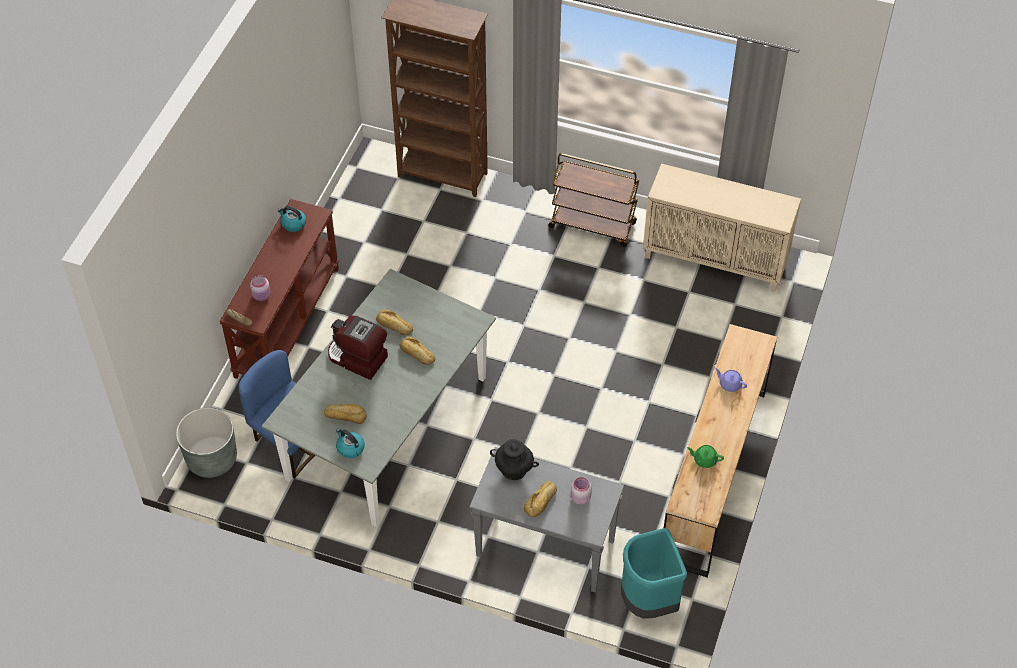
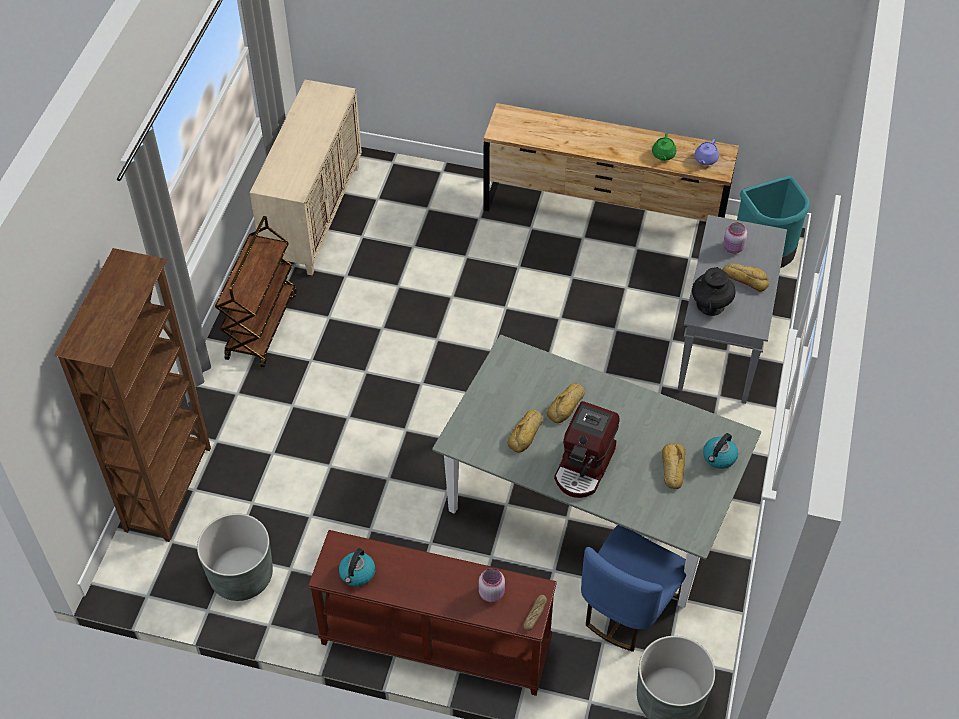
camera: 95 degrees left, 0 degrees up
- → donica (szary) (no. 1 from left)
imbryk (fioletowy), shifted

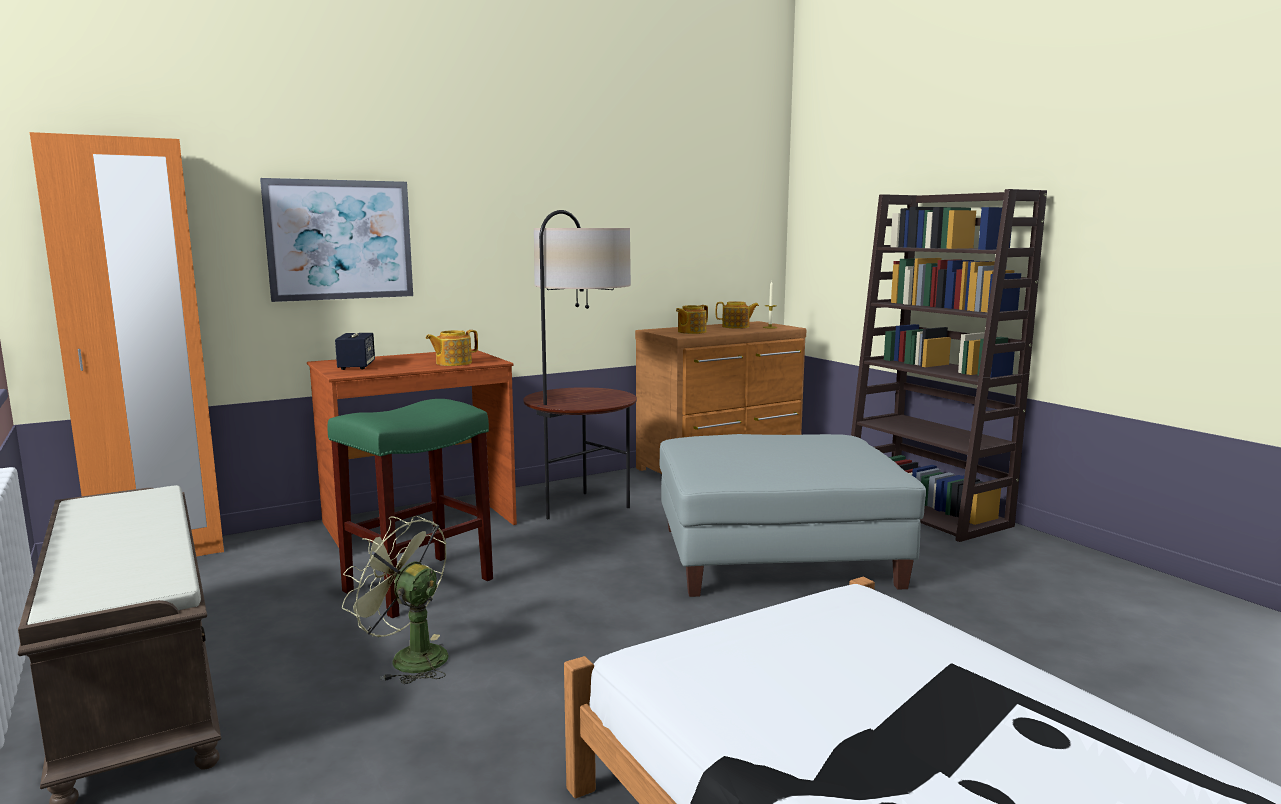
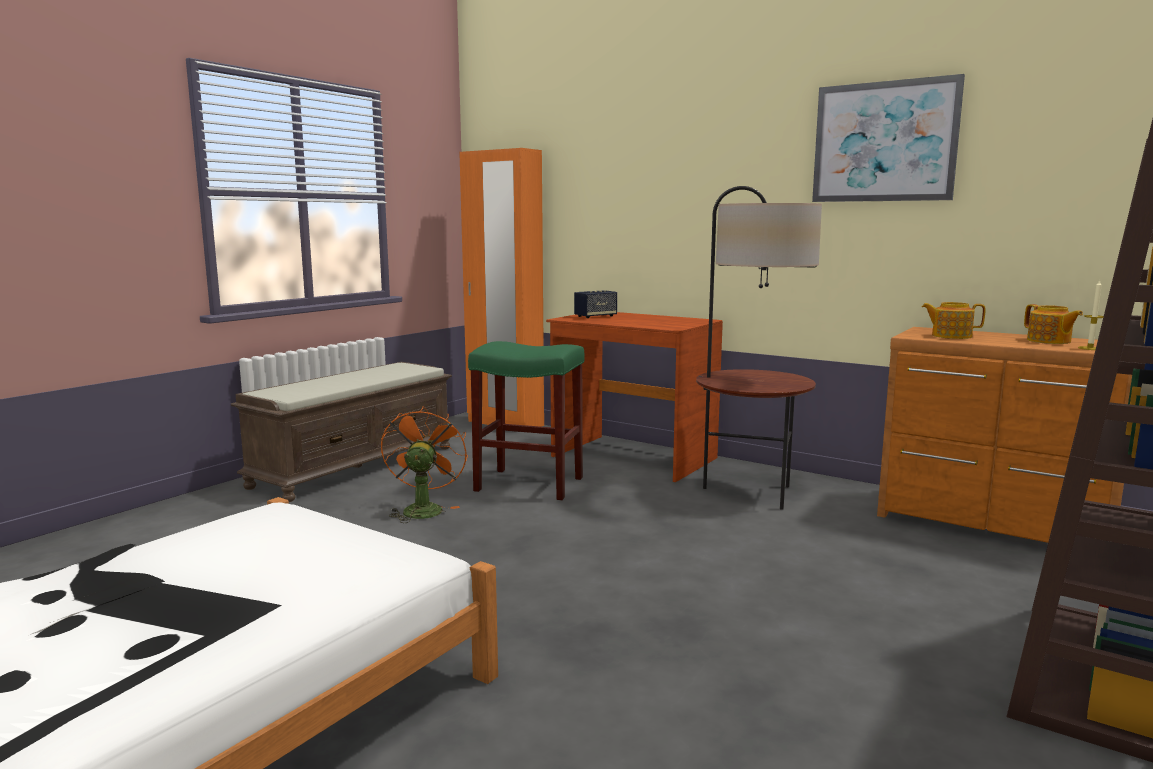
camera: 65 degrees right, 0 degrees up
imbryk (no. 1 from left) → -
pufa (szary) → -
obraz, shifted
wentylator (zielony) → wentylator (pomarańczowy)

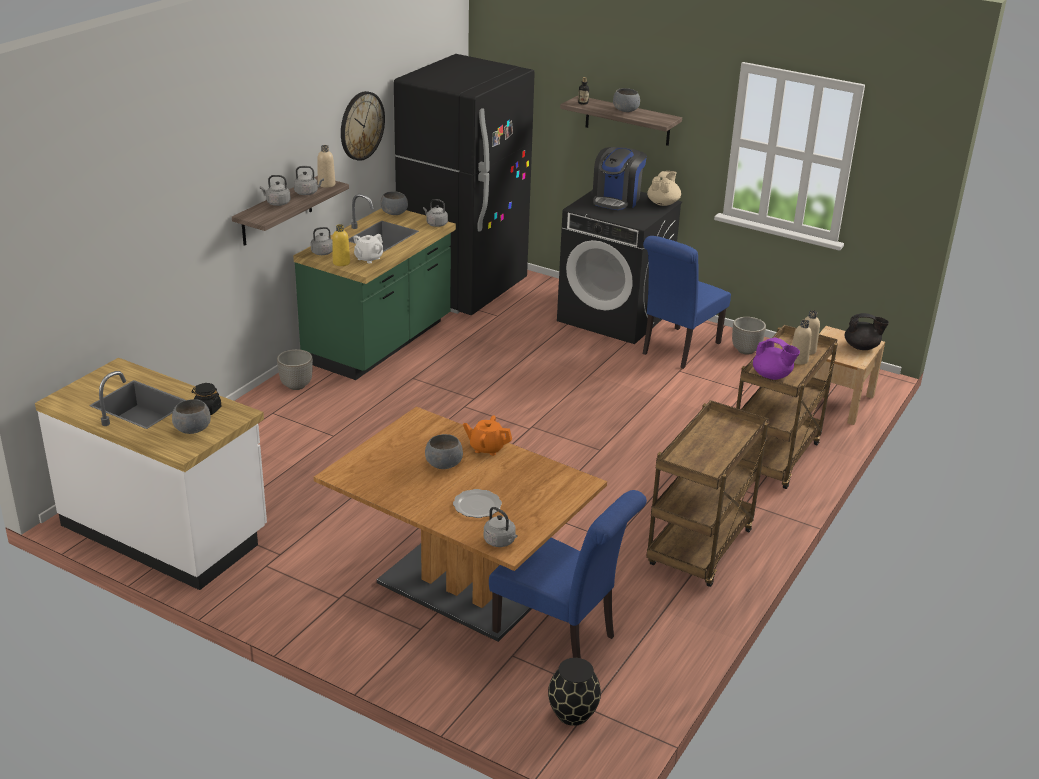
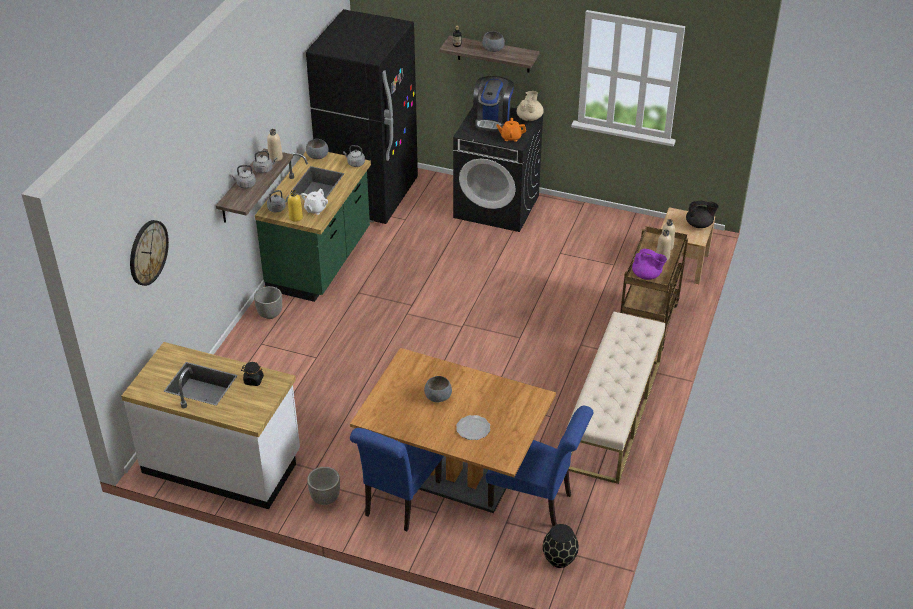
camera: 10 degrees left, 10 degrees up
miska (szary) (no. 1 from left) → -
czajnik (szary) (no. 5 from left) → -
zegar ścienny, shifted
imbryk (pomarańczowy), shifted
krzesło (niebieski) (no. 2 from left in the first image) → krzesło (niebieski) (no. 1 from left), shifted
donica (no. 2 from left), shifted
wózek (brązowy) (no. 1 from left) → ławka (beżowy)

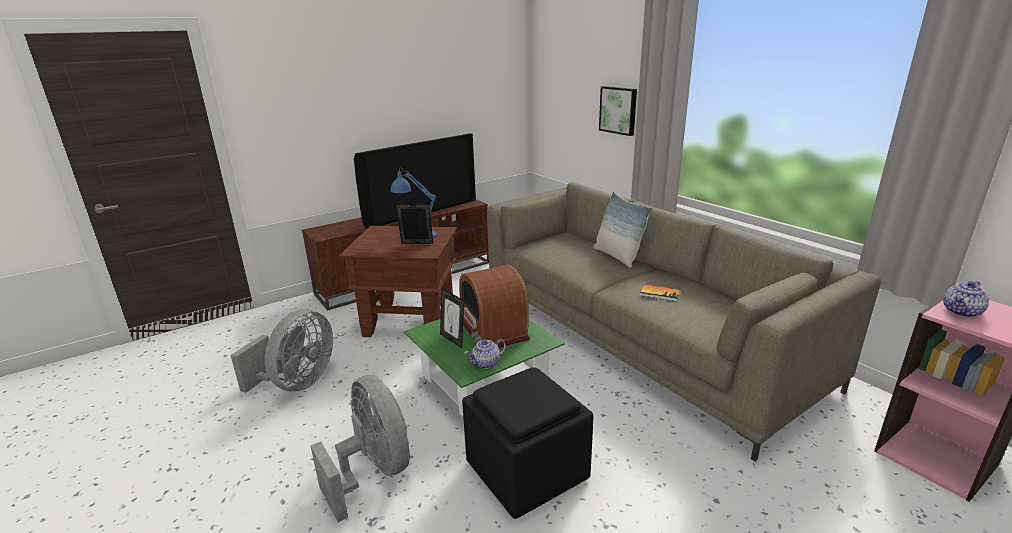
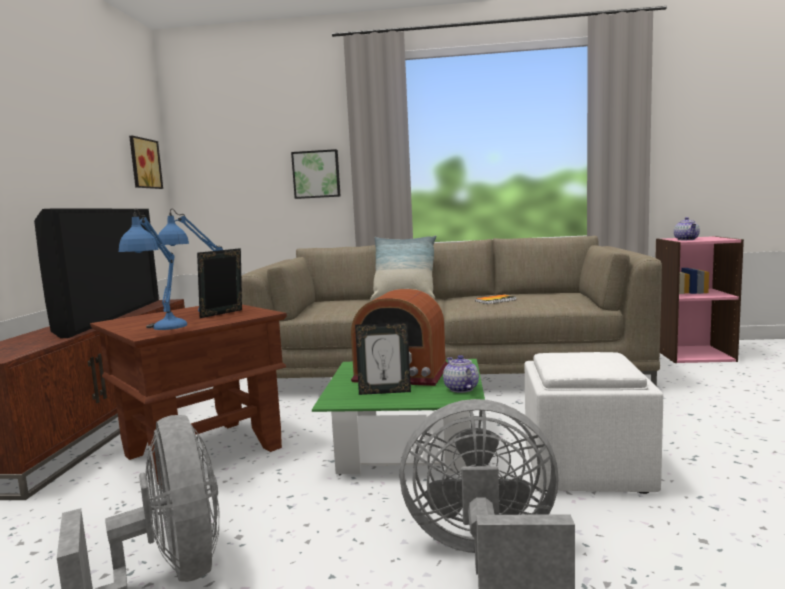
camera: 50 degrees left, 15 degrees down
- → lampa stołowa (niebieski) (no. 1 from left)
- → obraz (no. 1 from left)
pufa (czarny) → pufa (biały)
imbryk (no. 1 from left), 150 degrees clockwise

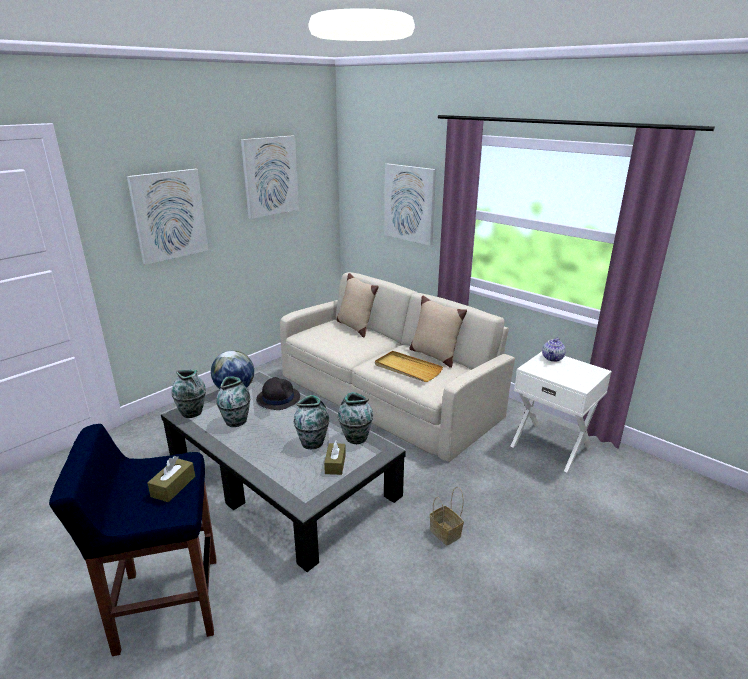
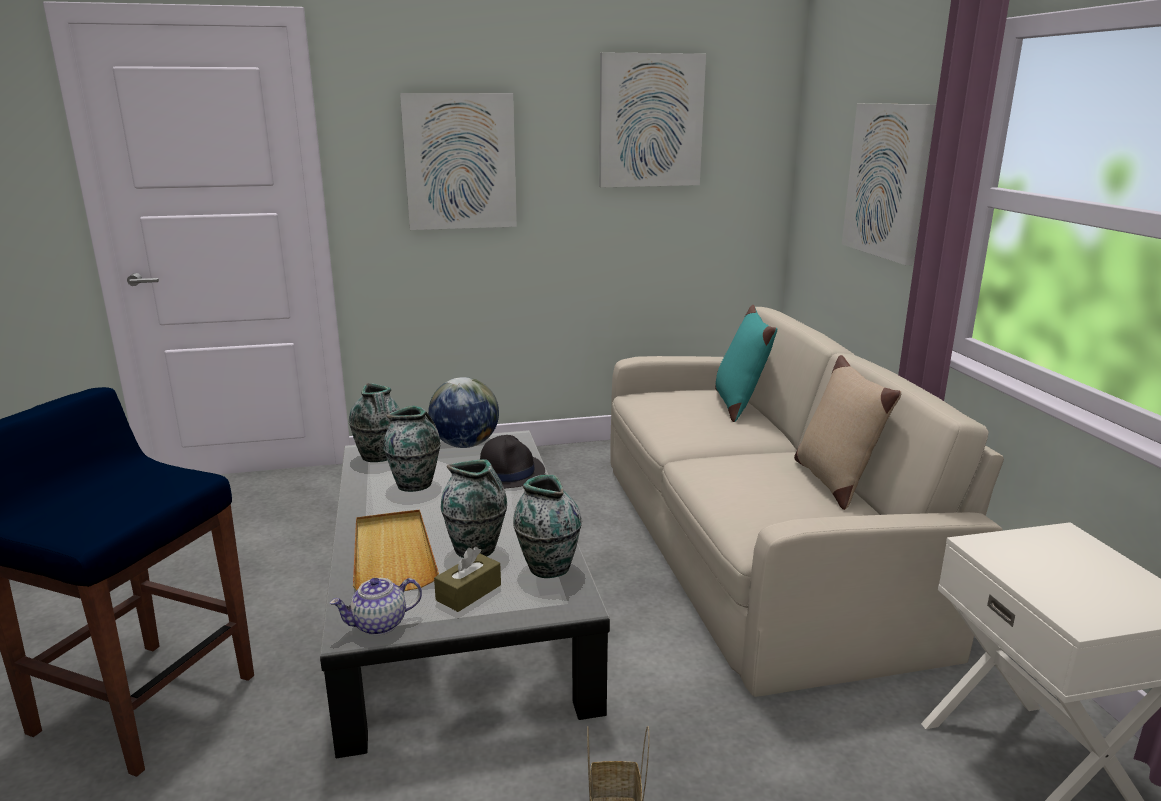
camera: 35 degrees right, 5 degrees down
pudełko chusteczek (brązowy) (no. 1 from left) → -
taca (beżowy), shifted
imbryk, shifted
poduszka (beżowy) (no. 1 from left) → poduszka (turkusowy)

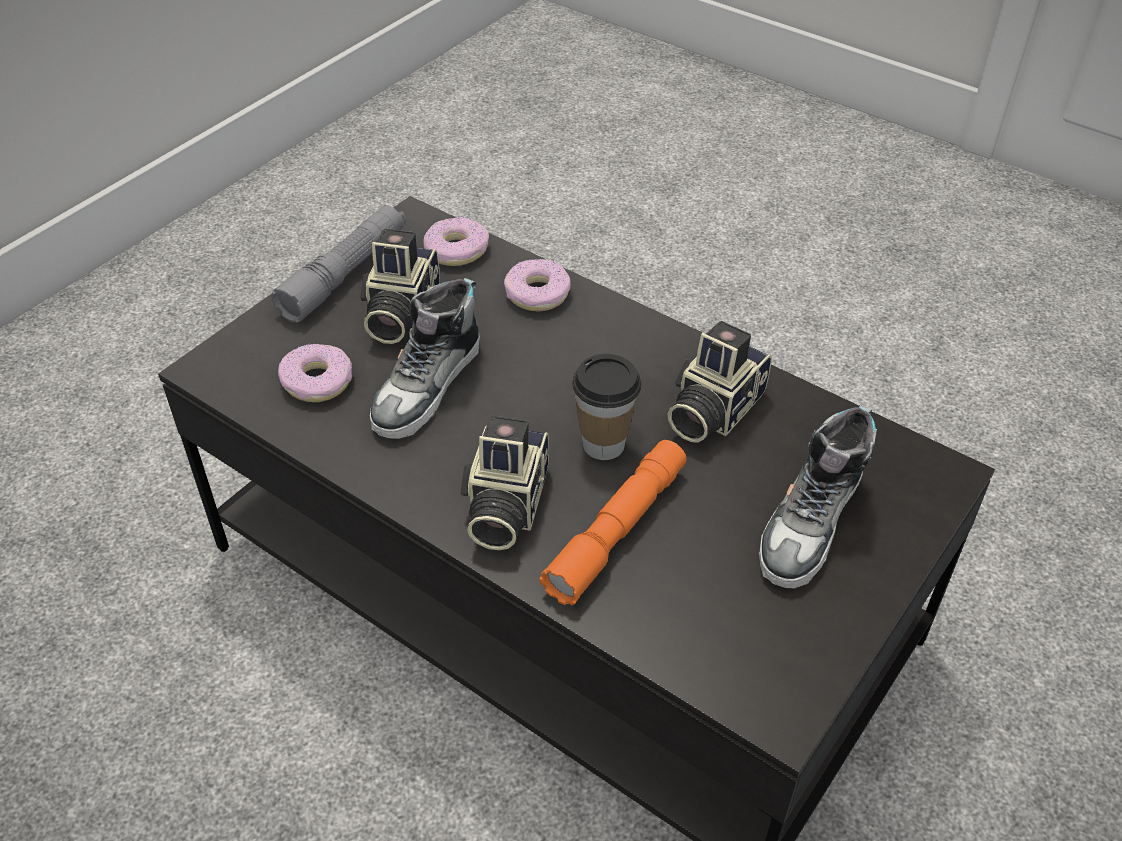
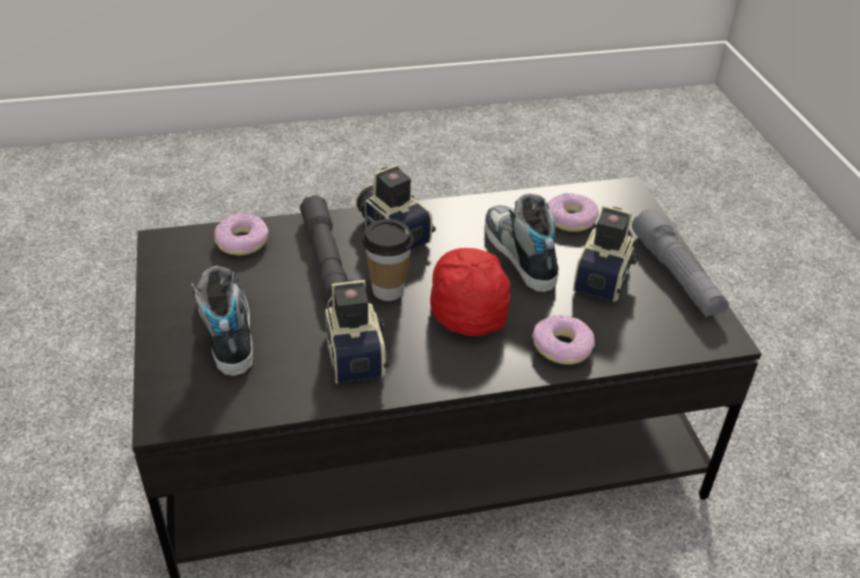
camera: 130 degrees right, 5 degrees down
- → czapka z daszkiem (czerwony)
donut (no. 2 from left in the first image) → donut (no. 1 from left), shifted
latarka (pomarańczowy) → latarka (szary) (no. 1 from left)
aparat fotograficzny (no. 1 from left in the first image) → aparat fotograficzny (no. 3 from left), 60 degrees clockwise

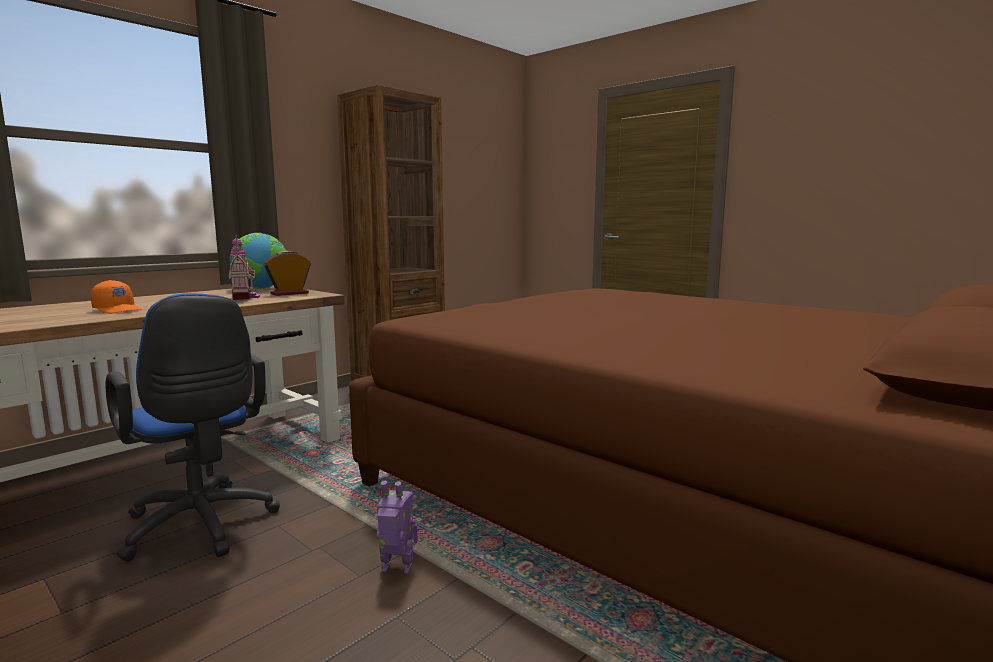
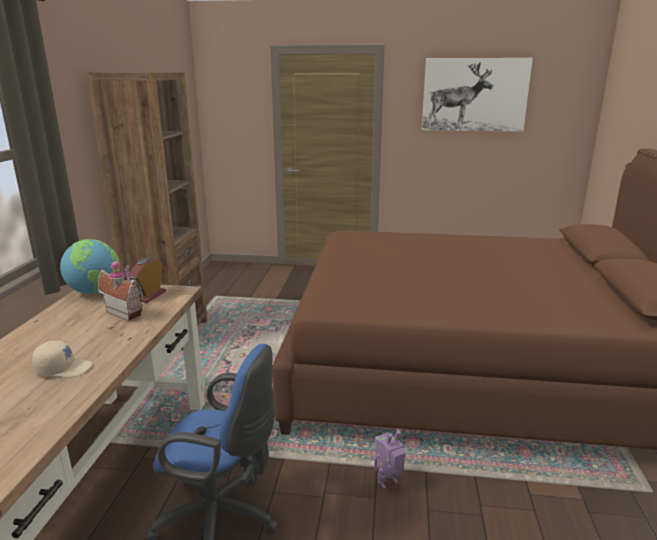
camera: 35 degrees left, 10 degrees up
- → obraz
czapka z daszkiem (pomarańczowy) → czapka z daszkiem (beżowy)

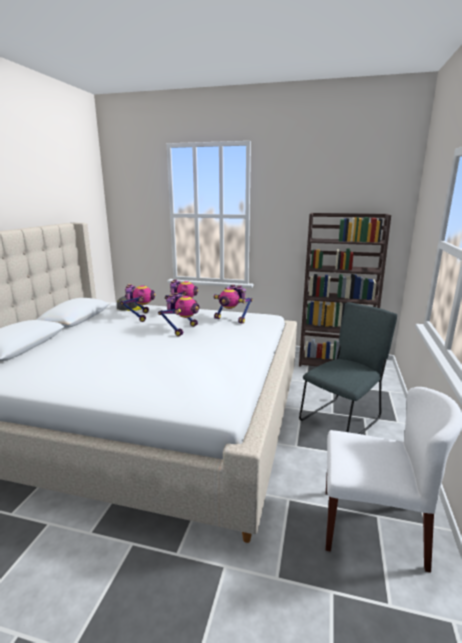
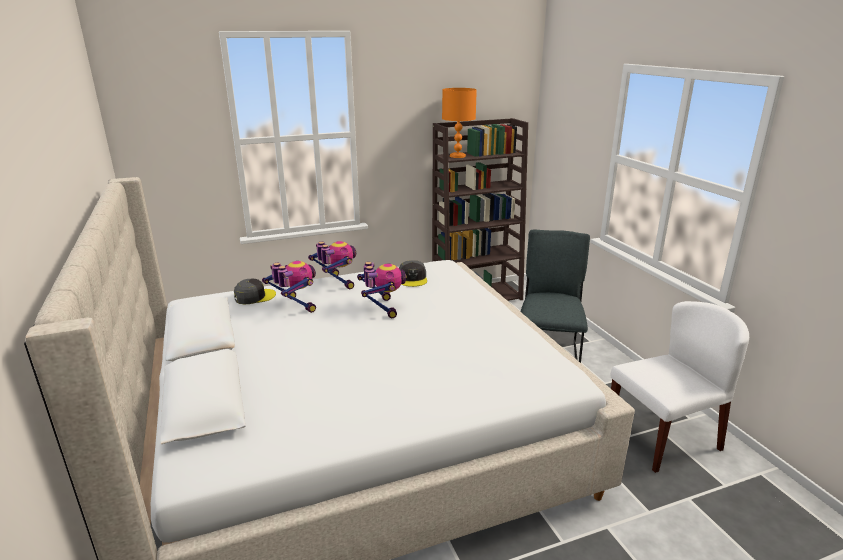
camera: 35 degrees left, 5 degrees up
- → lampa stołowa (pomarańczowy)
robot zabawkowy (no. 4 from left) → czapka z daszkiem (szary) (no. 2 from left)

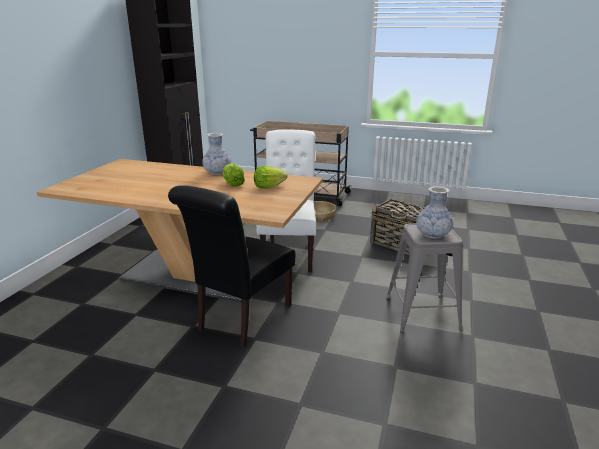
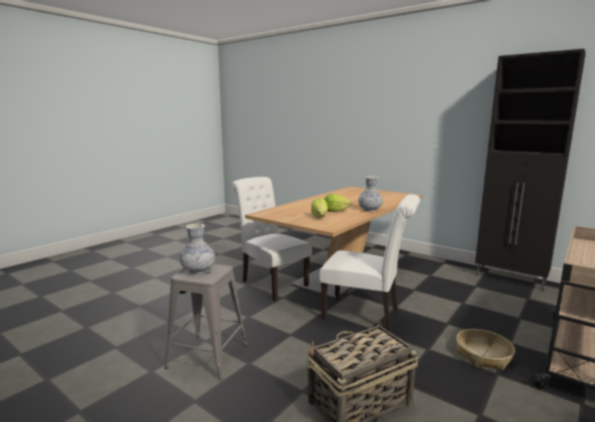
camera: 110 degrees right, 10 degrees down
krzesło (czarny) → krzesło (biały) (no. 1 from left)

